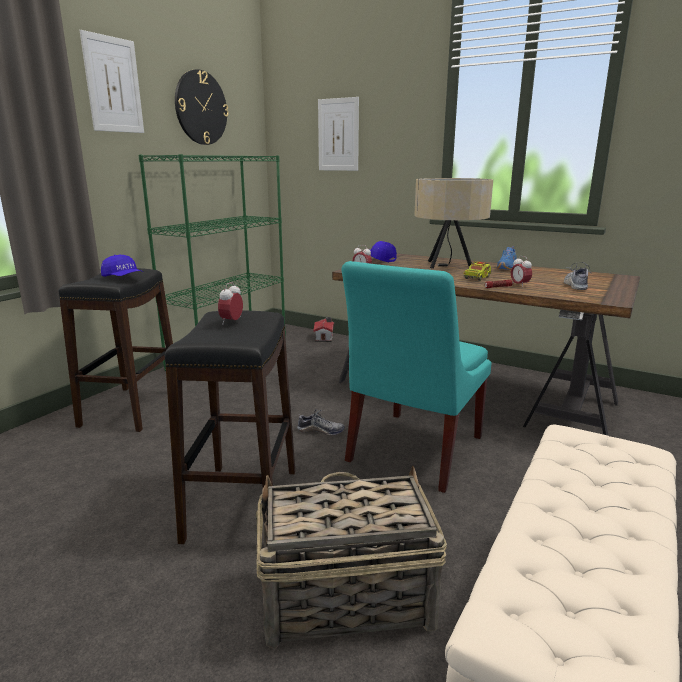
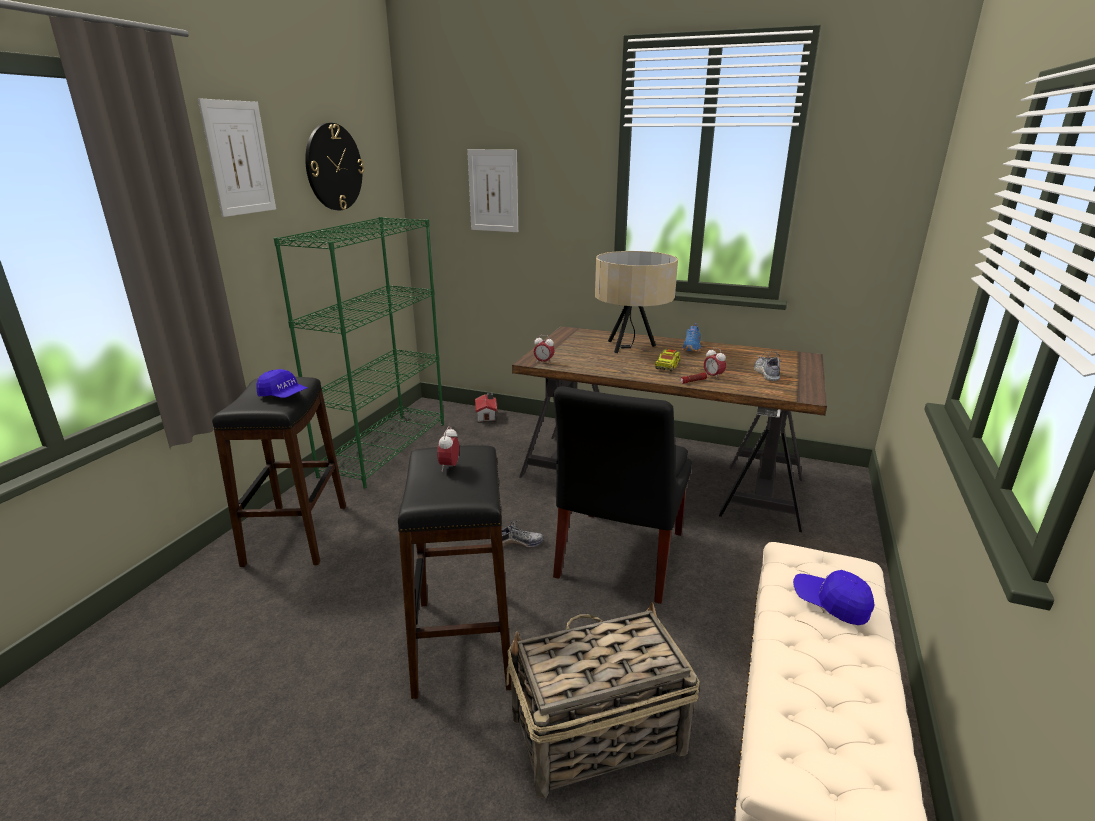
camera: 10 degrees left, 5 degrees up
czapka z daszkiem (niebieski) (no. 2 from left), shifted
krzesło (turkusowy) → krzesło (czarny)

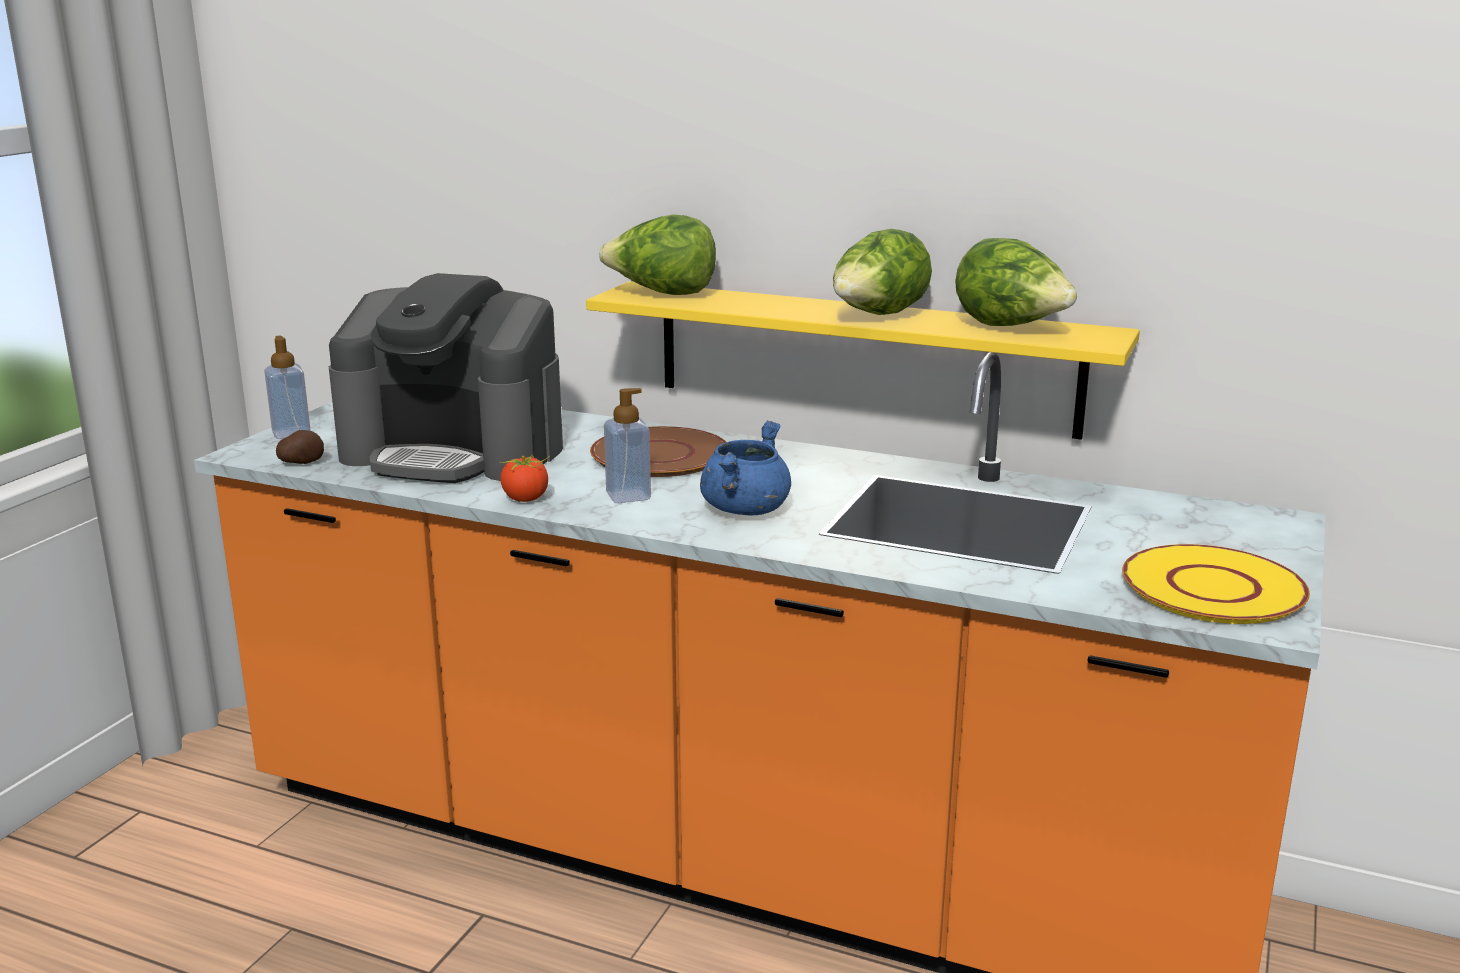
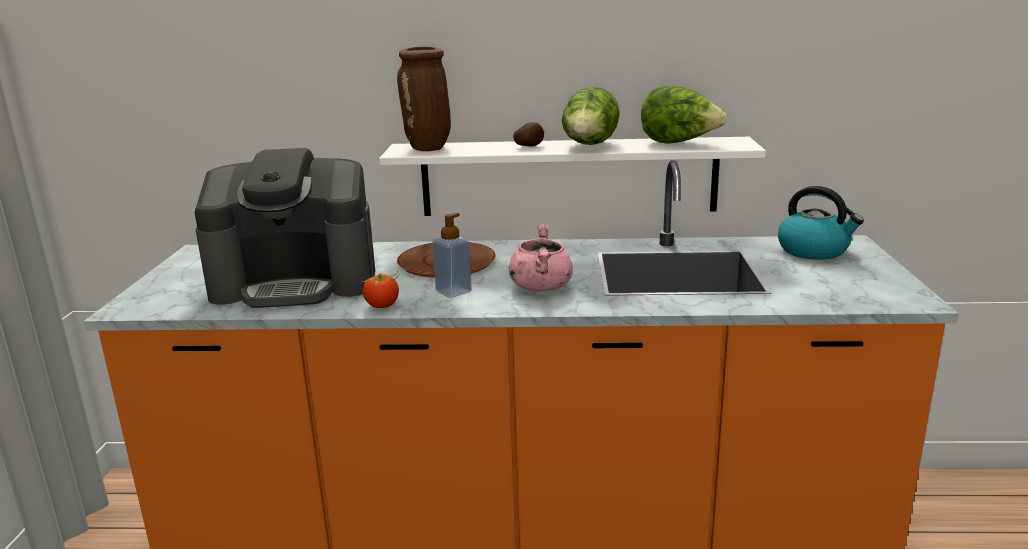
camera: 20 degrees left, 0 degrees up
dozownik mydła (no. 1 from left) → -
talerz (żółty) → -
- → czajnik
ziemniak, shifted
sałata (no. 1 from left) → wazon (brązowy)
półka (żółty) → półka (biały)
garnek (niebieski) → garnek (różowy)

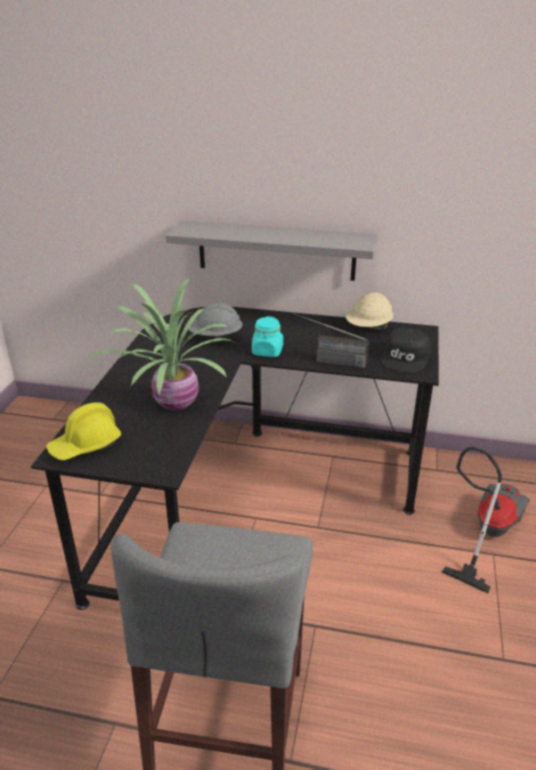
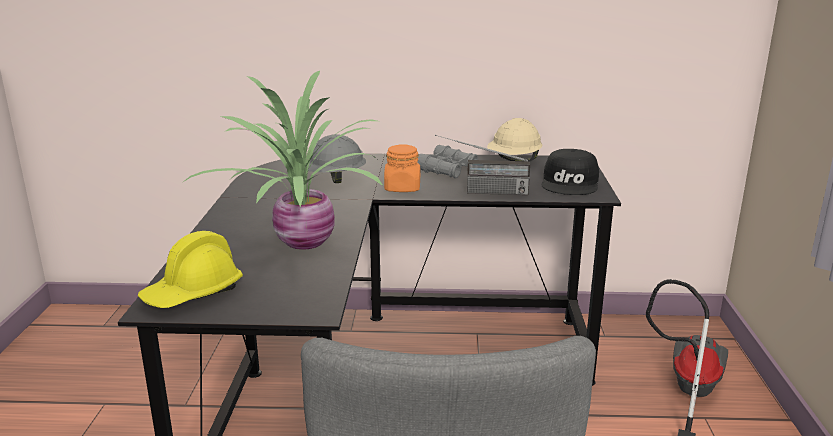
camera: 10 degrees left, 10 degrees down
półka (szary) → -
- → lornetka (szary)
słoik (turkusowy) → słoik (pomarańczowy)

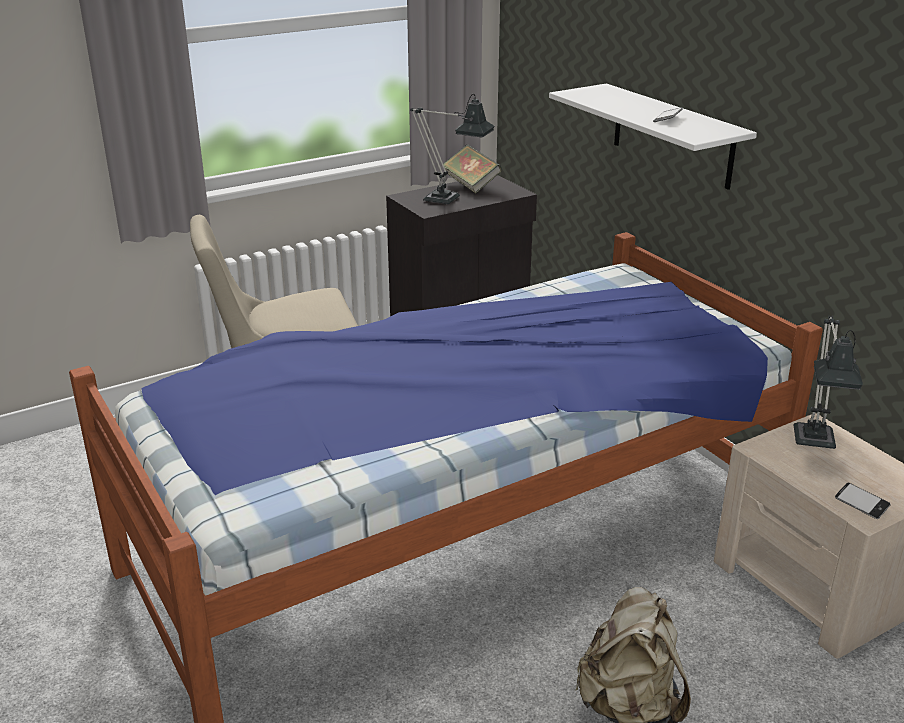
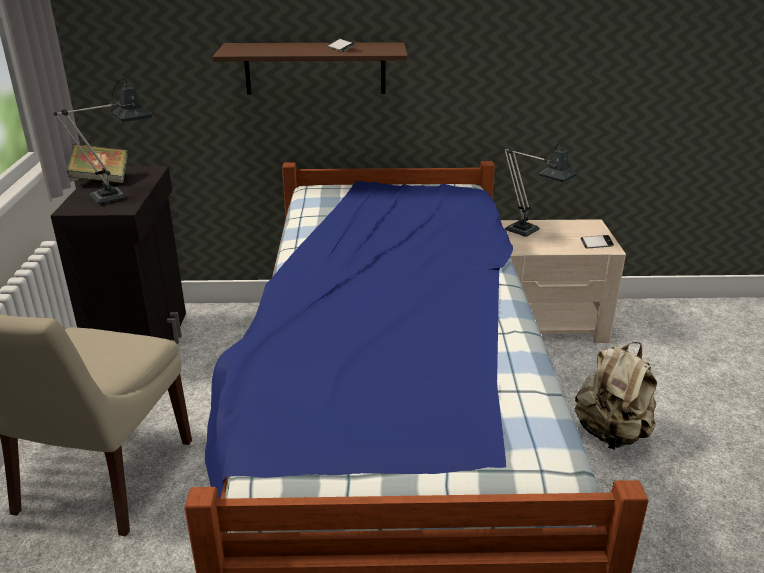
camera: 60 degrees left, 0 degrees up
półka (biały) → półka (brązowy)

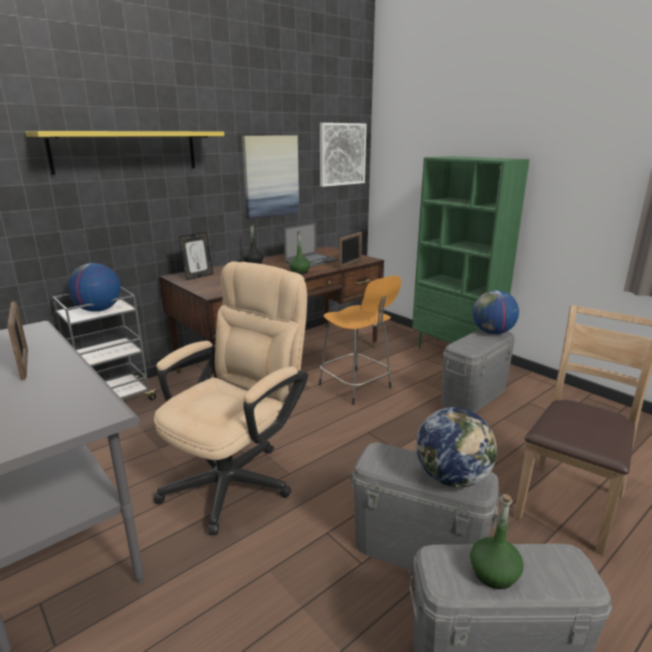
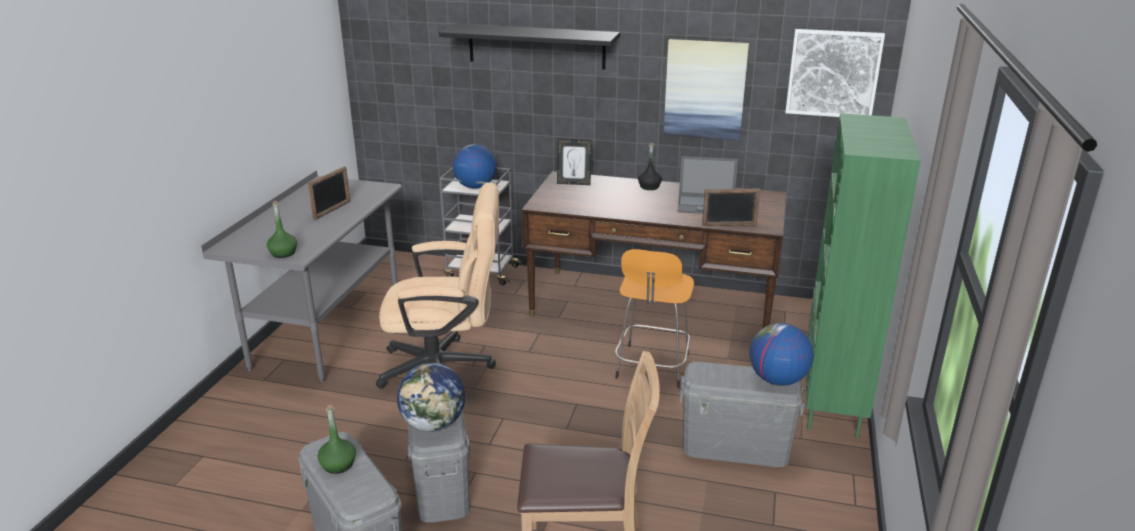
camera: 55 degrees right, 5 degrees up
butelka (zielony) (no. 1 from left), shifted
półka (żółty) → półka (czarny)

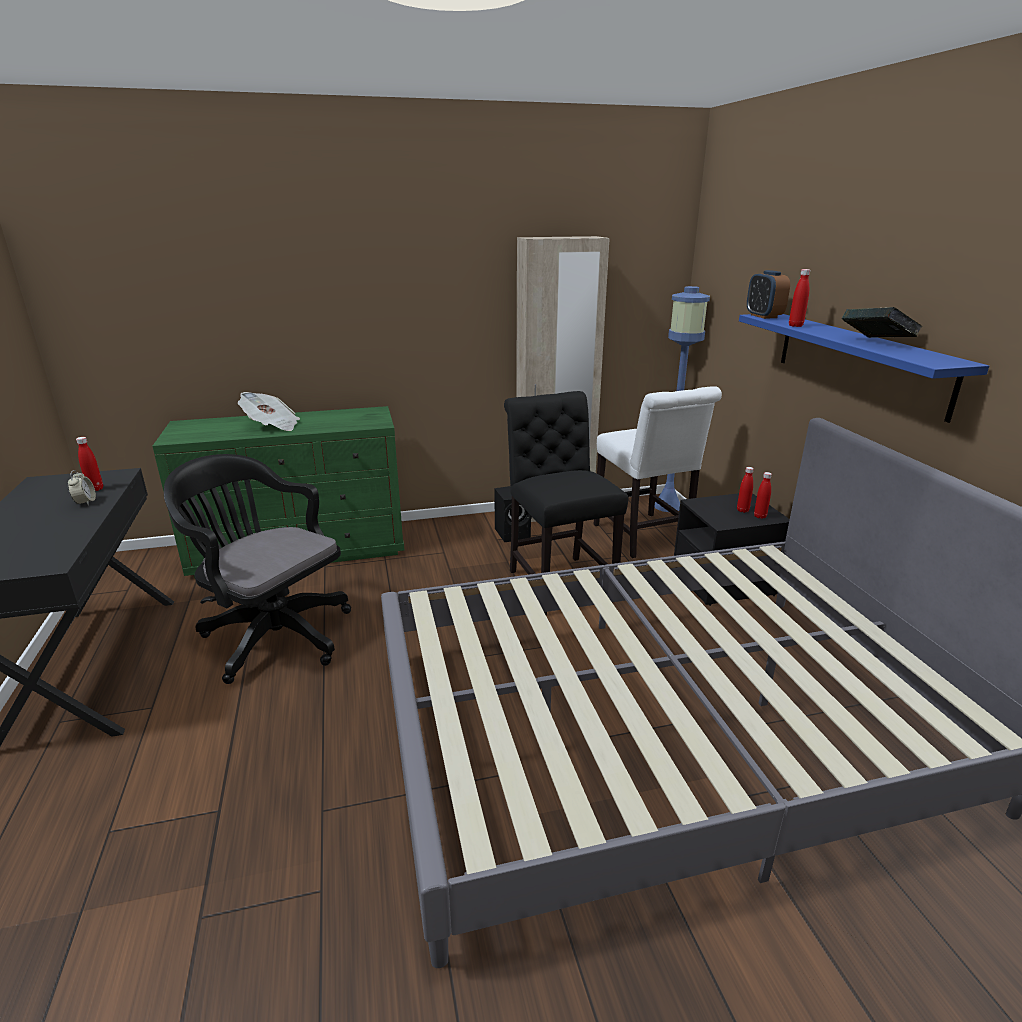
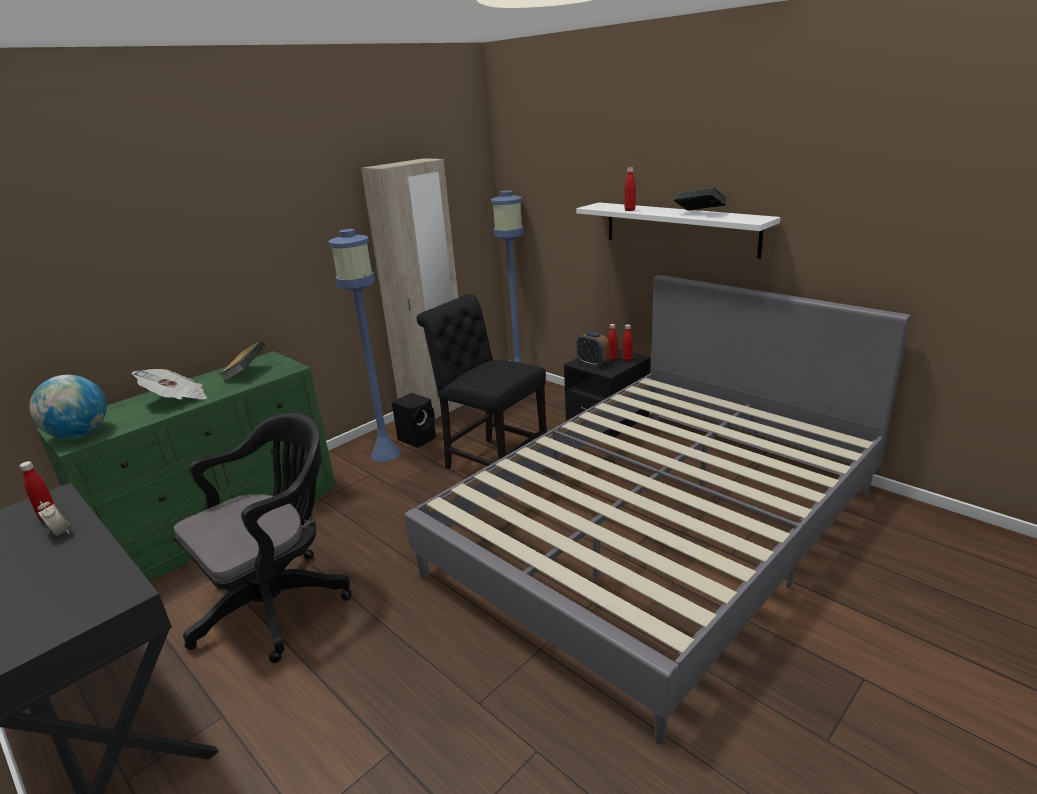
camera: 30 degrees left, 0 degrees up
krzesło (biały) → -
- → globus
- → książka (no. 1 from left)
- → lampa stojąca (niebieski) (no. 1 from left)
budzik (no. 2 from left), shifted
półka (niebieski) → półka (biały)
krzesło biurowe (czarny), 135 degrees clockwise

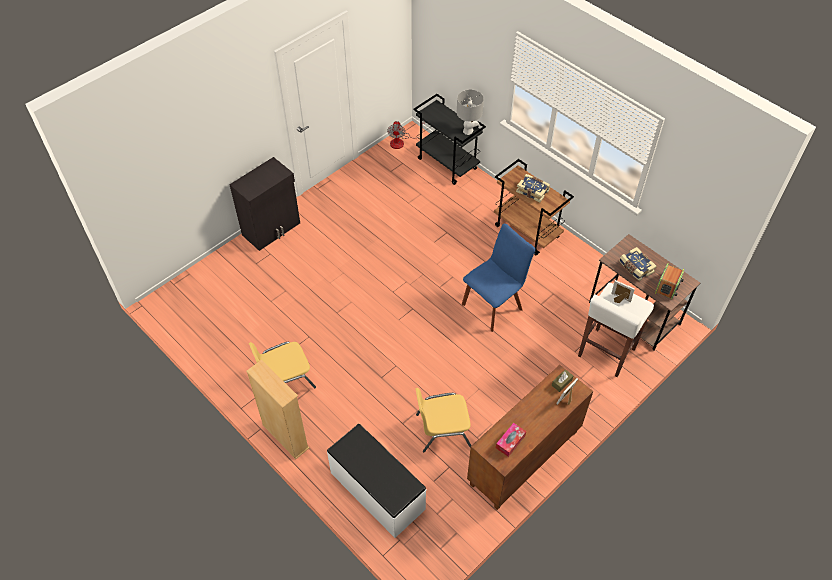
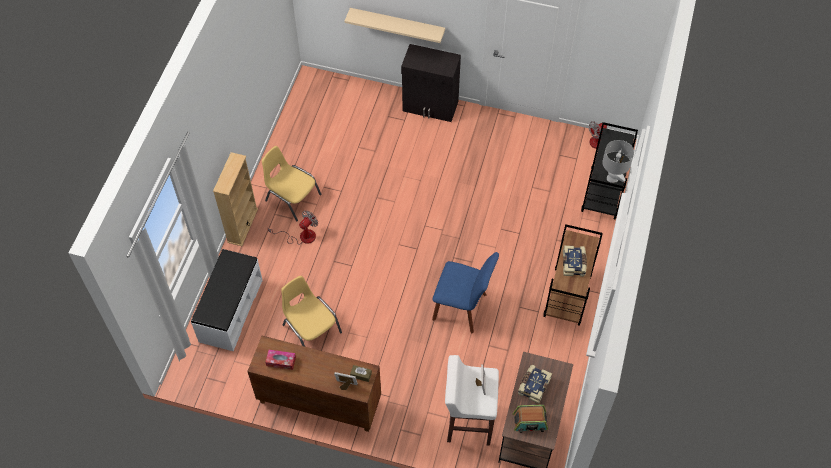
camera: 60 degrees right, 5 degrees up
- → wentylator (no. 1 from left)
- → półka (beżowy)

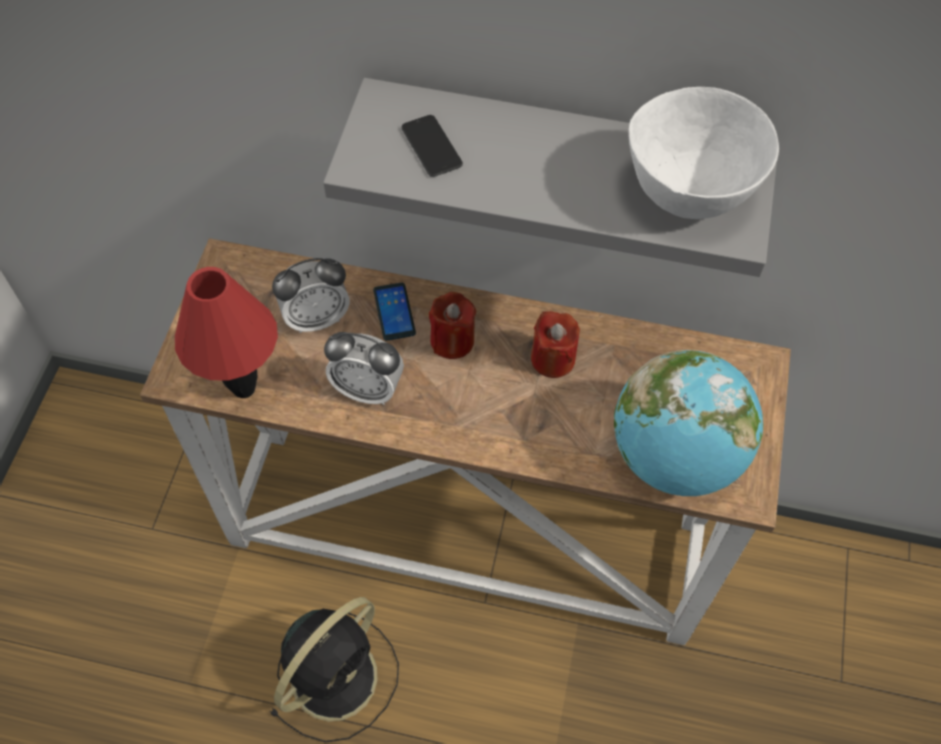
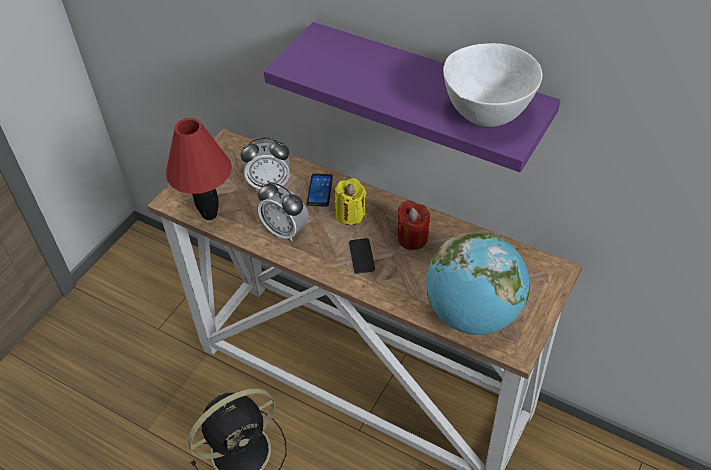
camera: 20 degrees right, 10 degrees down
telefon (no. 2 from left), shifted
półka (szary) → półka (fioletowy)
świeca (czerwony) (no. 1 from left) → świeca (żółty)

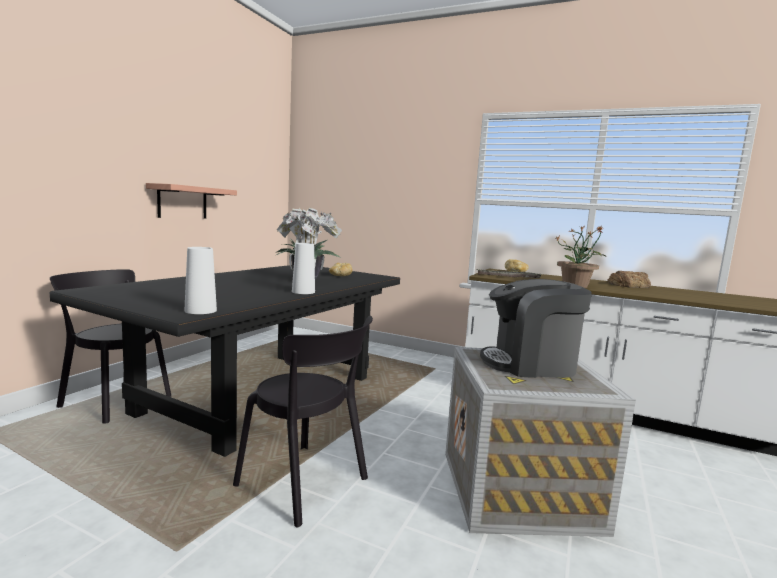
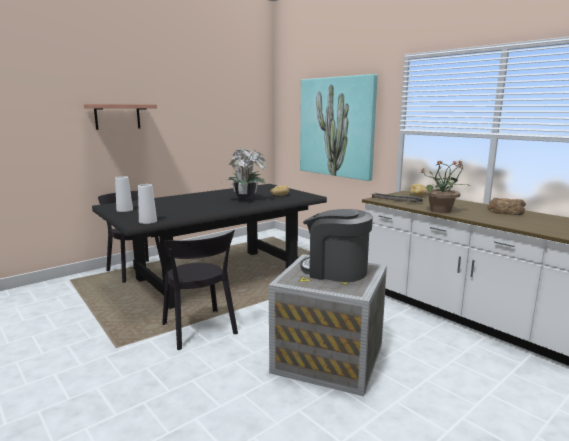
camera: 25 degrees right, 5 degrees up
- → obraz
półka, shifted
wazon (biały) (no. 2 from left in the first image) → wazon (biały) (no. 1 from left), shifted

